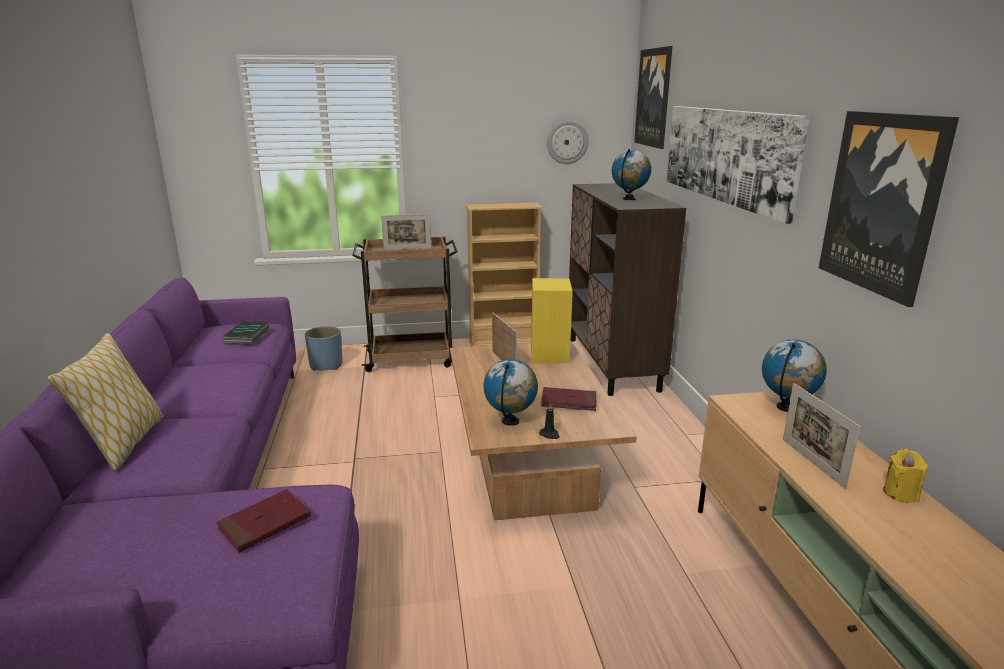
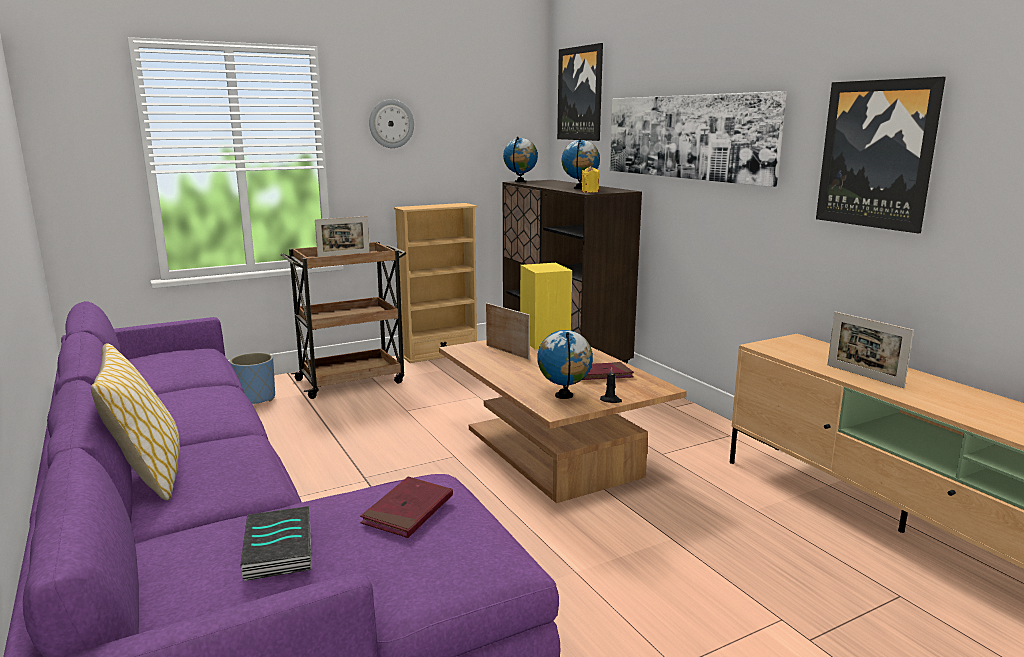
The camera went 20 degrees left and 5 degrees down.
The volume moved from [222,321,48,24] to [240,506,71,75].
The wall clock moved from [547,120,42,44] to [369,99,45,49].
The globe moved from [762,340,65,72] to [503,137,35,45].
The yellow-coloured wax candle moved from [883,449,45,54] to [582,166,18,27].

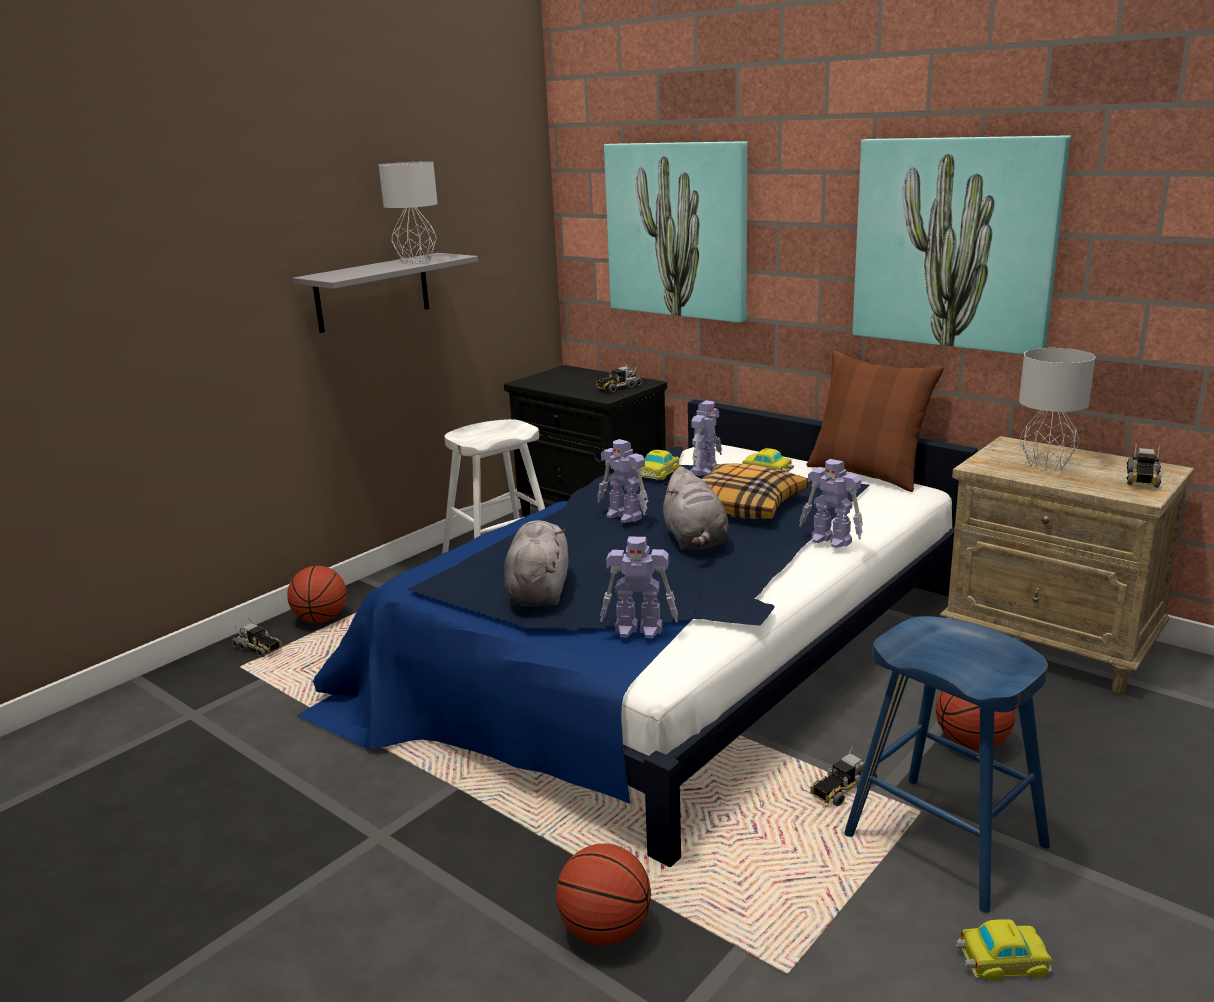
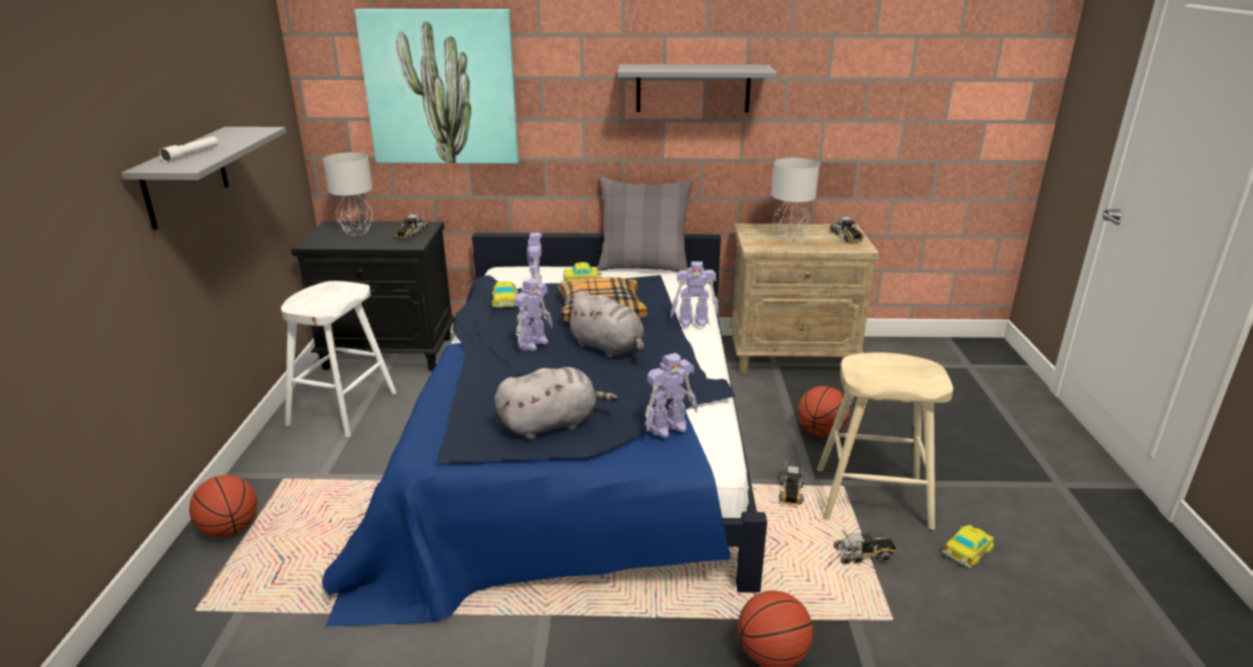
The camera went 40 degrees left and 5 degrees up.
The white torch at [159,136,59,26] appeared.
The grey table lamp moved from [379,161,59,103] to [323,152,50,83].
The grey cuddly toy at [504,520,65,87] turned 105 degrees clockwise.
The robot figure at [597,439,52,84] turned 60 degrees counterclockwise.
The brownish pillow at [807,351,137,141] became the grey pillow at [597,177,96,96].
The wall art at [852,136,219,219] was replaced by the grey bracket shelf at [618,64,159,49].
The blue-coloured sitting stool at [844,616,206,297] became the beige-coloured sitting stool at [817,352,136,178].
The toy truck moved from [231,618,52,39] to [834,529,63,36].

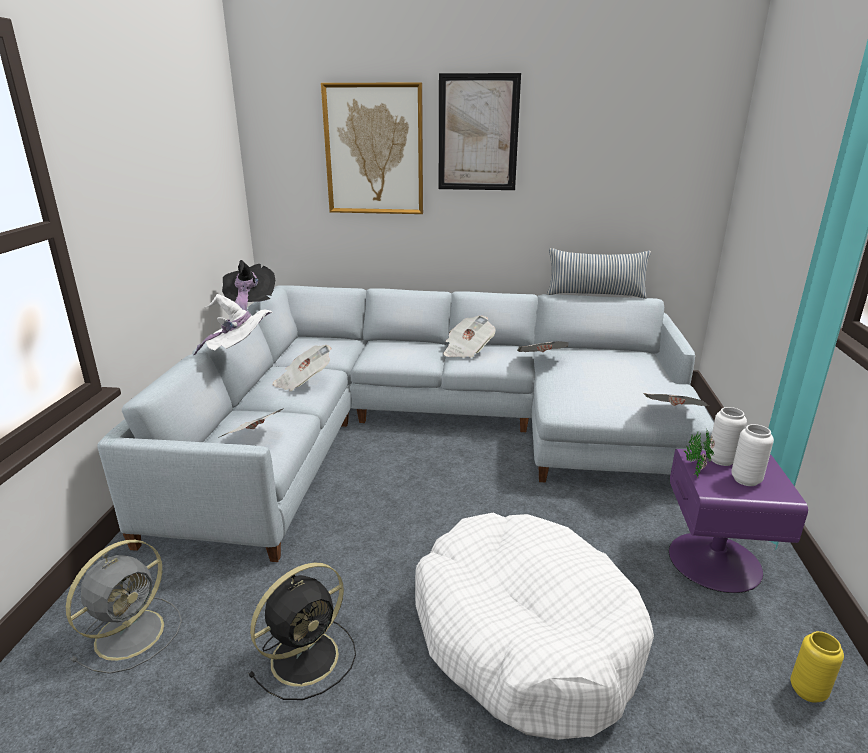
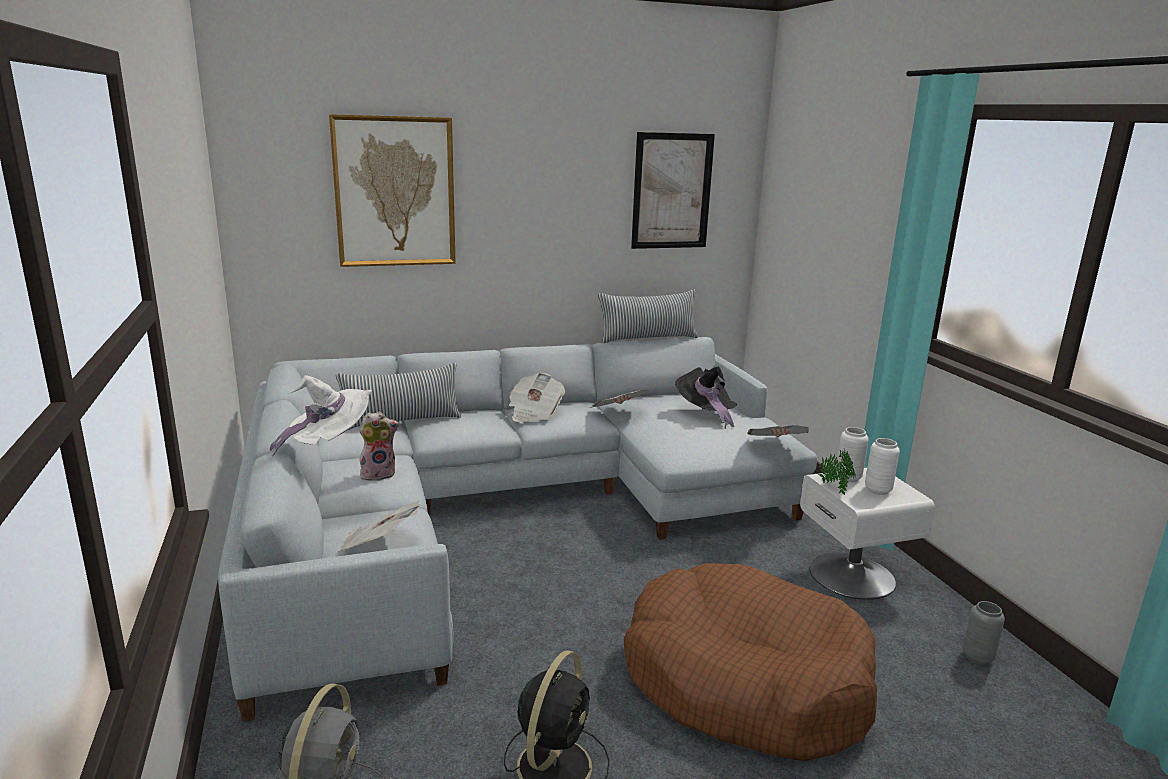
The camera went 25 degrees left and 5 degrees down.
The pillow at [336,363,125,67] appeared.
The daily paper at [273,345,59,46] was replaced by the cuddly toy at [359,412,40,69].
The white dog cushion at [415,513,239,227] became the brownish dog cushion at [624,563,253,198].
The wall art moved from [439,73,82,117] to [631,132,84,117].
The blackish clothing hat moved from [222,260,53,51] to [675,367,62,62].
The purple-coloured night table at [669,449,139,144] became the white night table at [800,468,135,131].
The yellow-coloured vase at [790,631,54,72] became the grey vase at [963,601,42,64].

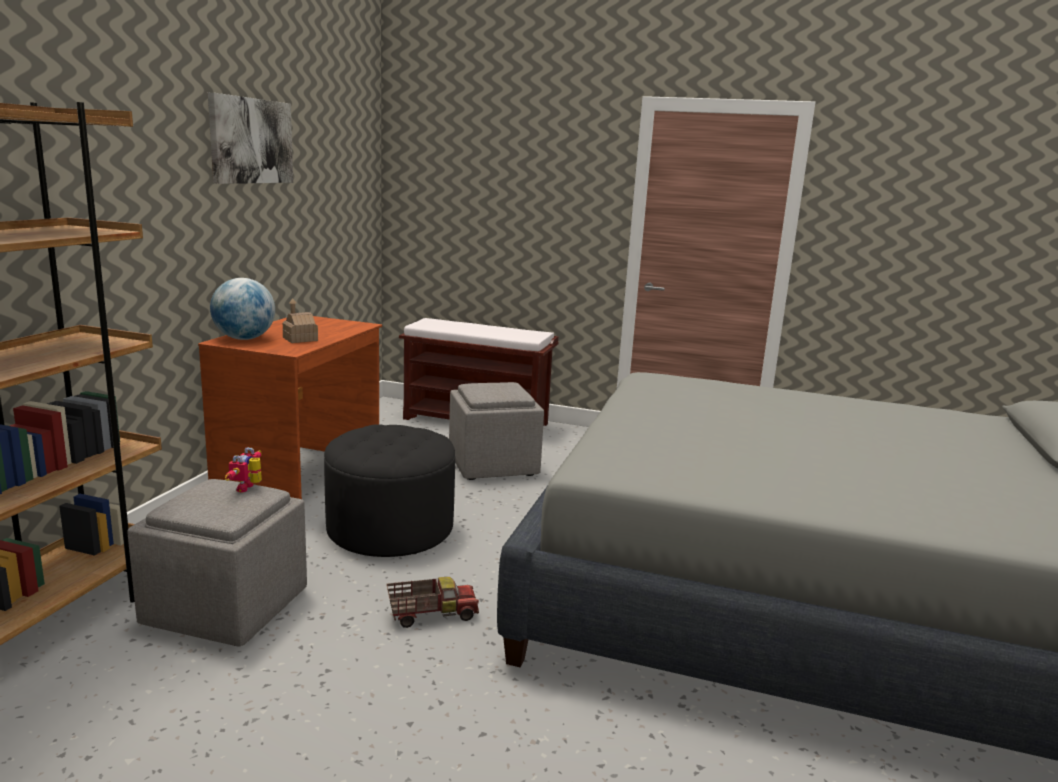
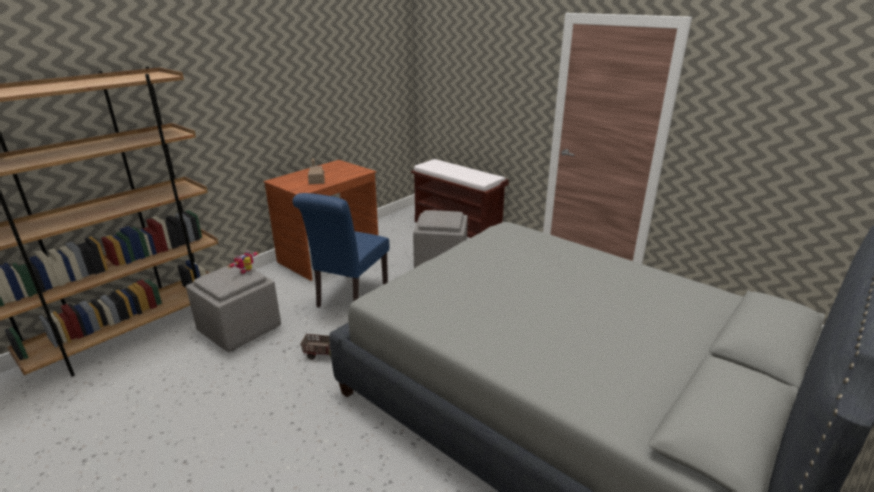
The camera went 25 degrees right and 10 degrees up.
The blackish pouffe at [324,424,131,133] was replaced by the blue-coloured chair at [293,193,96,115].
The wall art at [208,92,85,92] disappeared.
The globe at [210,278,65,62] disappeared.

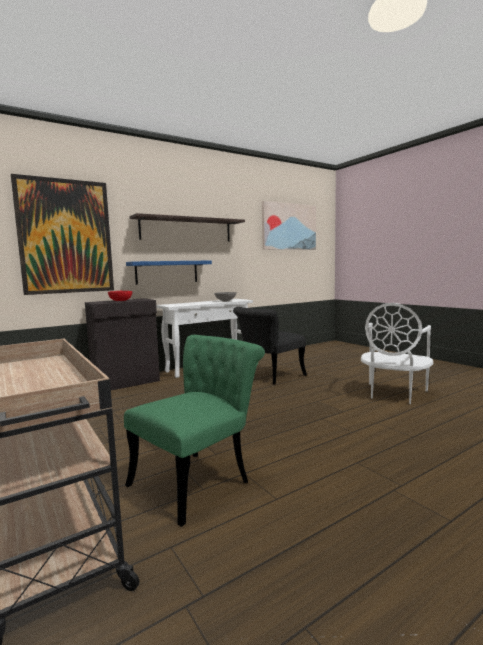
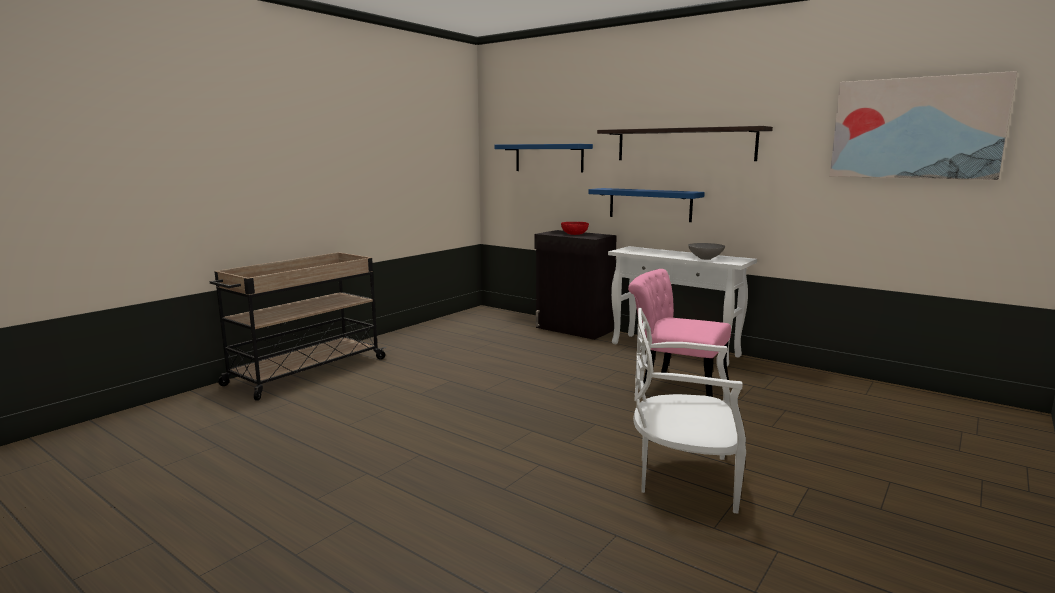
The camera went 70 degrees right and 5 degrees up.
The wall art at [11,174,103,121] was replaced by the blue-coloured bracket shelf at [494,144,99,29].
The blackish chair at [233,307,74,78] became the pink-coloured chair at [628,269,103,128].
The green chair at [124,335,141,192] disappeared.

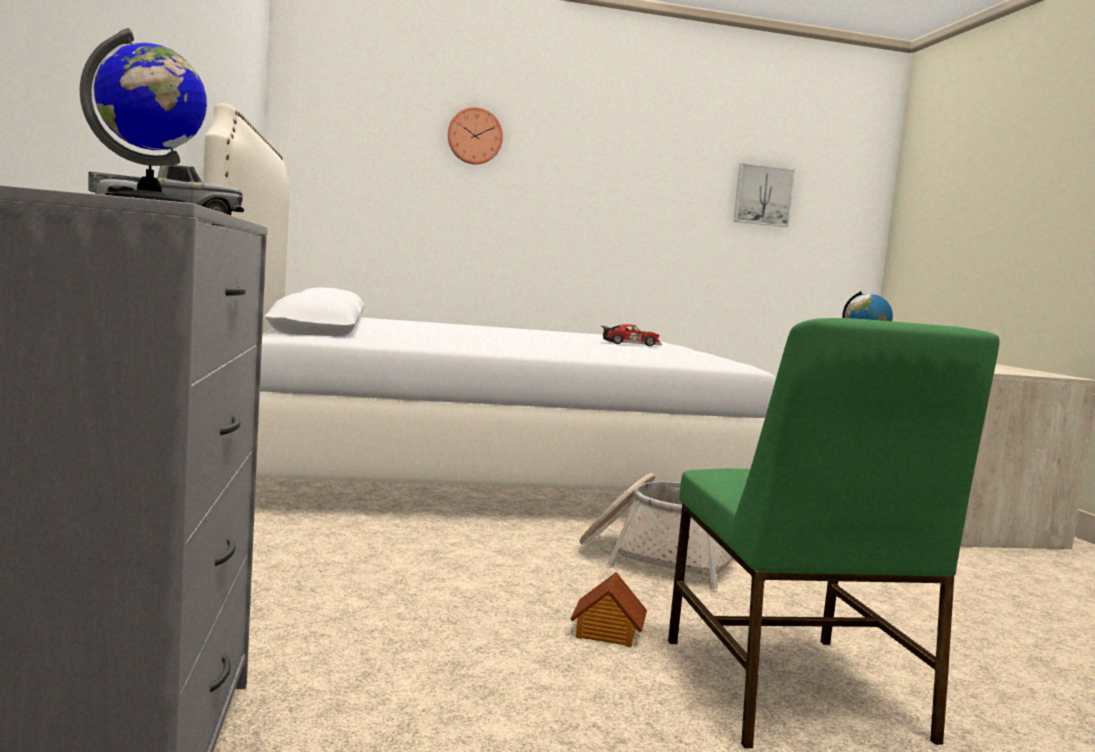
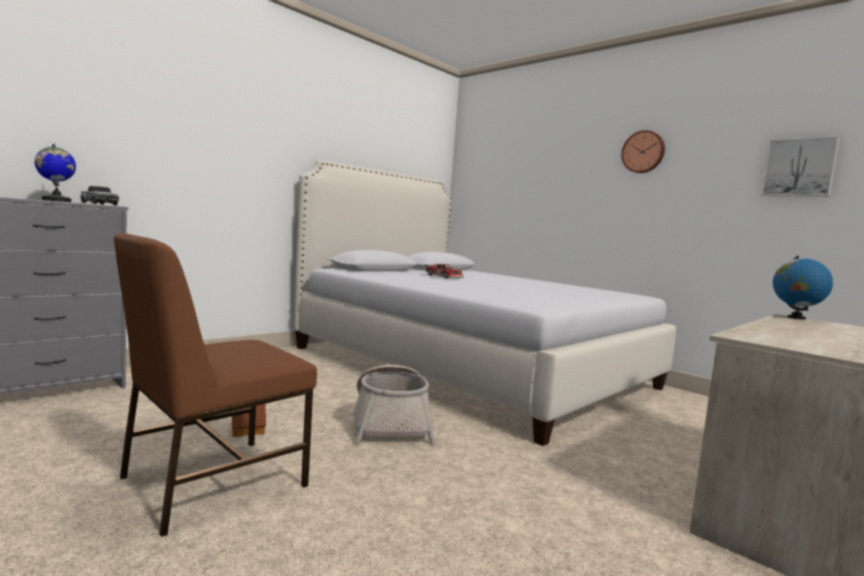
The camera went 55 degrees right and 0 degrees up.
The green chair at [668,318,332,430] became the brownish chair at [114,233,203,304].
The model car moved from [601,324,61,22] to [425,264,39,14].
The wall clock moved from [448,107,55,57] to [621,130,44,43].

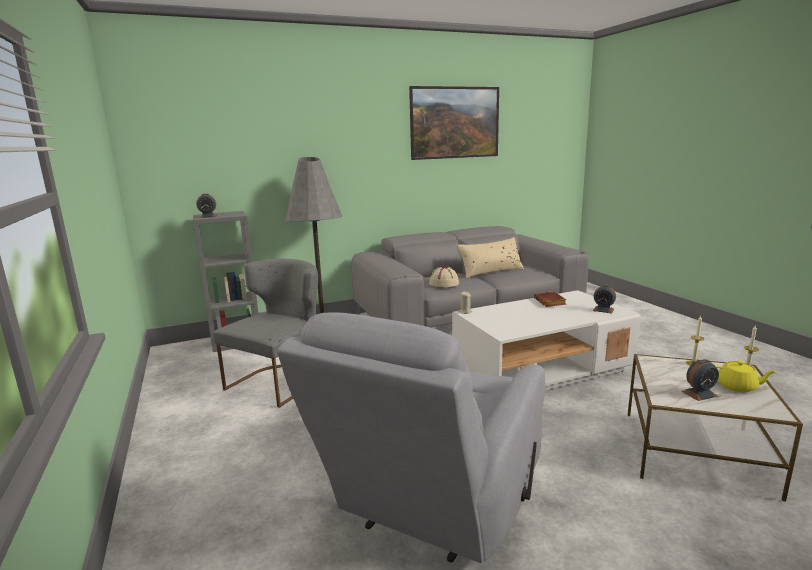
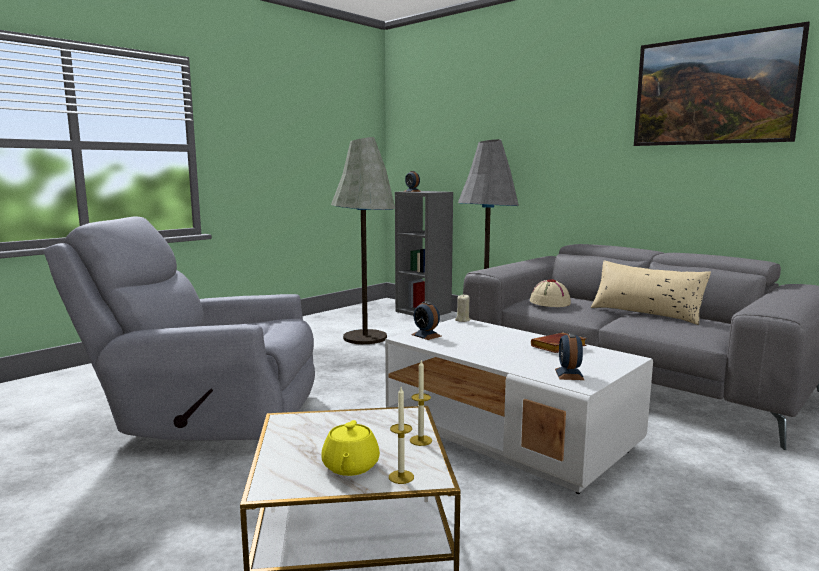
The camera went 65 degrees right and 5 degrees down.
The grey chair at [213,258,105,150] was replaced by the grey standard lamp at [331,137,64,207].
The bedside clock moved from [681,359,38,42] to [411,301,30,39].

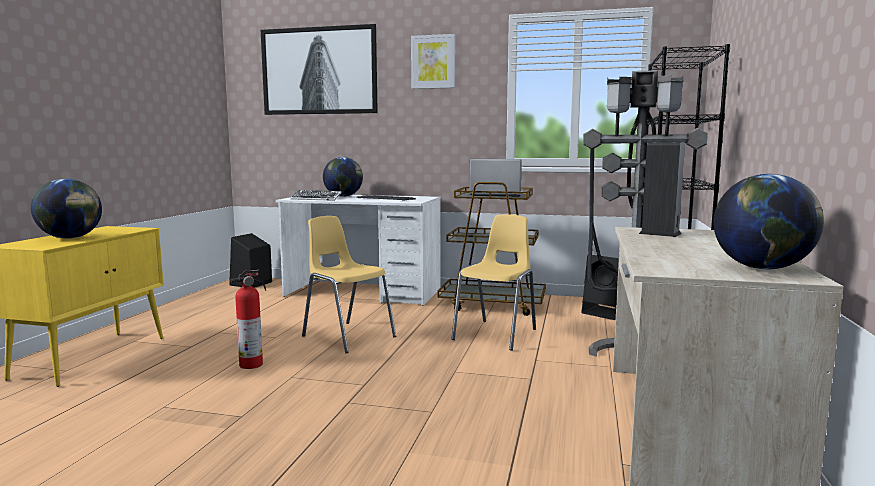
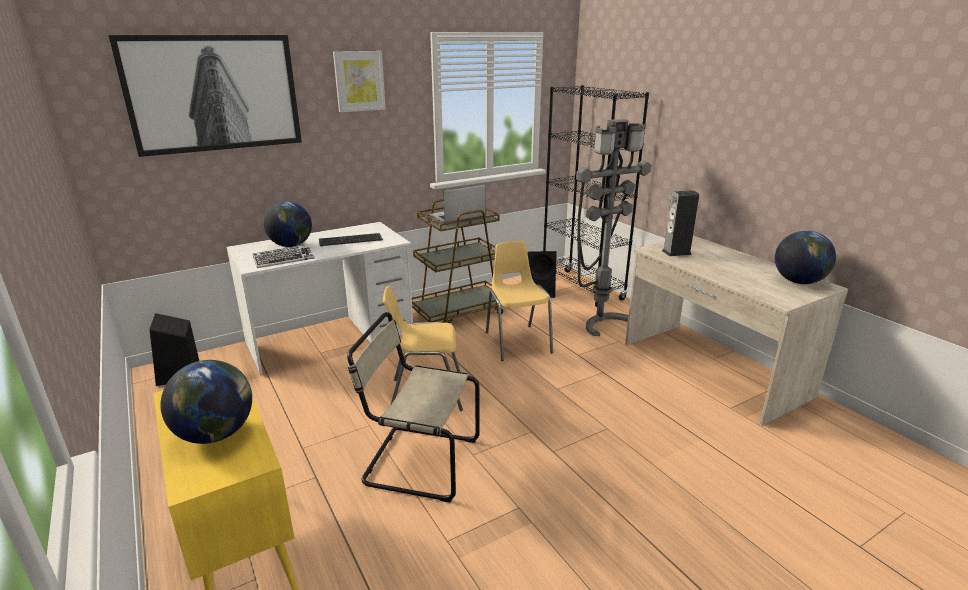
The camera went 45 degrees left and 15 degrees up.
The extinguisher at [231,269,35,100] was replaced by the beige-coloured chair at [347,312,133,191].

